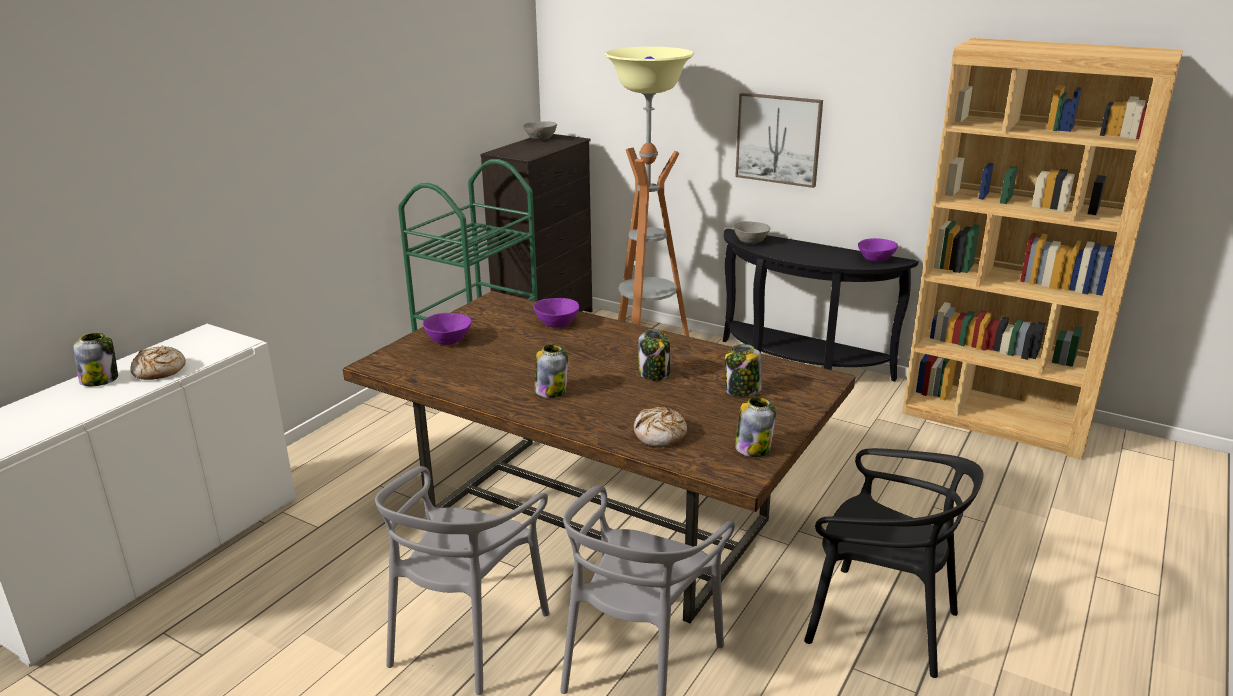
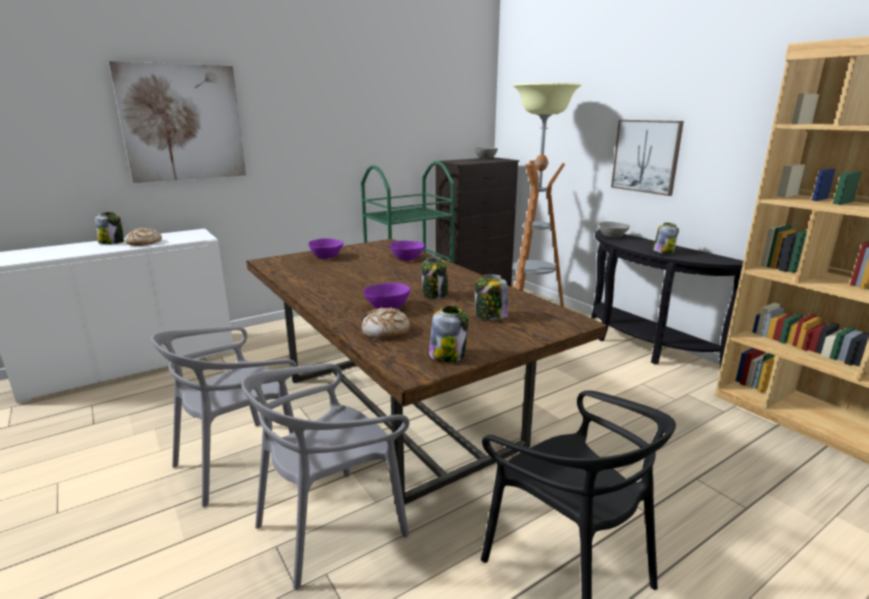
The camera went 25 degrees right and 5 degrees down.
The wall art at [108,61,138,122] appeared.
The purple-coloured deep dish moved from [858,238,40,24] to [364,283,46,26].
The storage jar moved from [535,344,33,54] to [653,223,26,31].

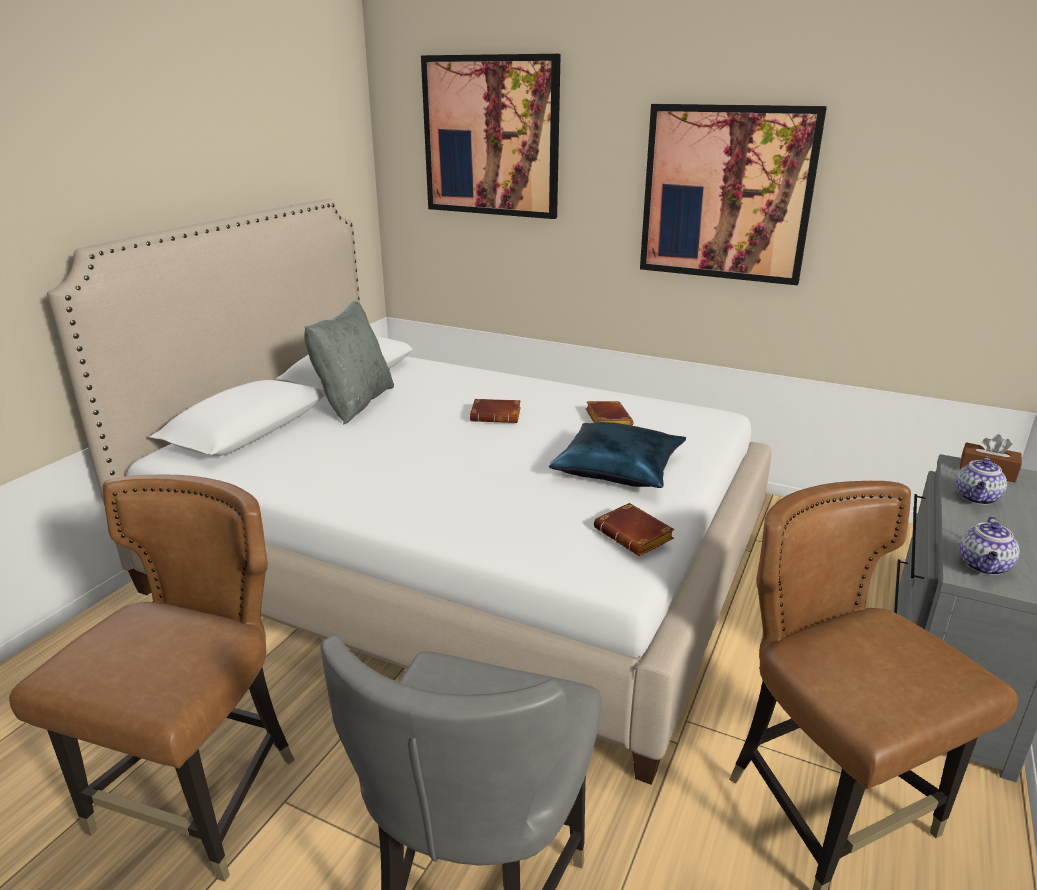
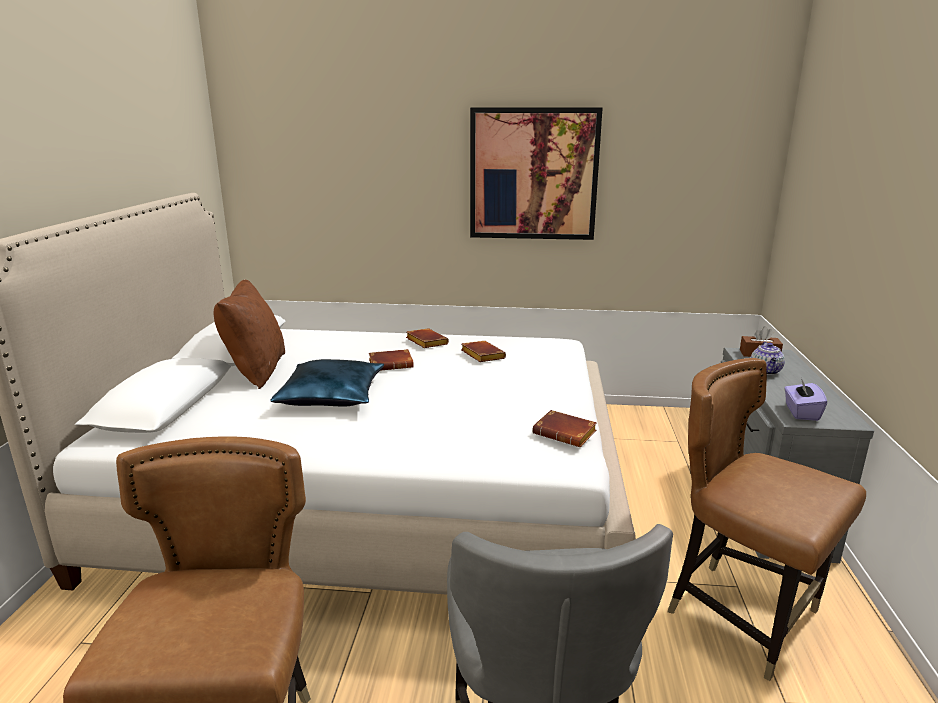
The camera went 20 degrees left and 5 degrees down.
The grey pillow at [304,301,90,123] became the brownish pillow at [214,280,71,109].
The blue-coloured pillow moved from [549,422,137,66] to [270,359,114,48].
The brownish volume at [406,328,43,20] appeared.
The teapot at [959,516,61,59] was replaced by the purple-coloured tissue holder at [784,378,43,43].
The wall art at [421,54,140,165] disappeared.

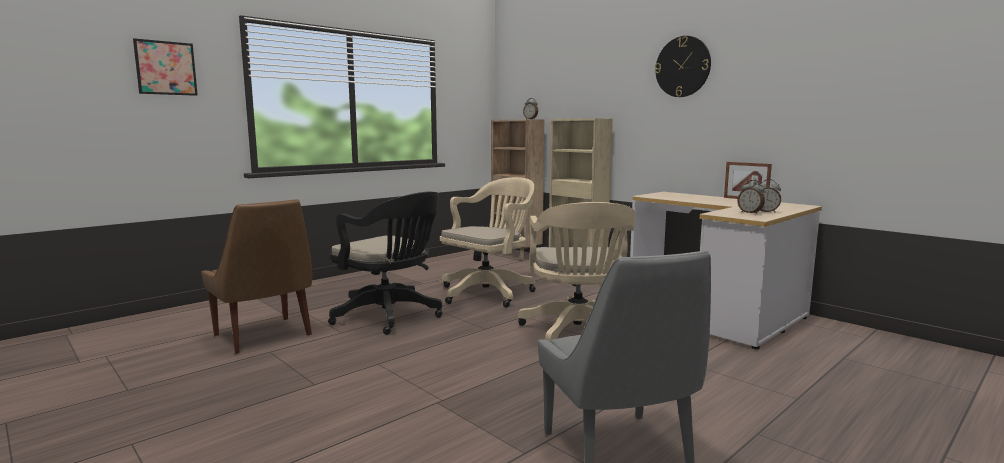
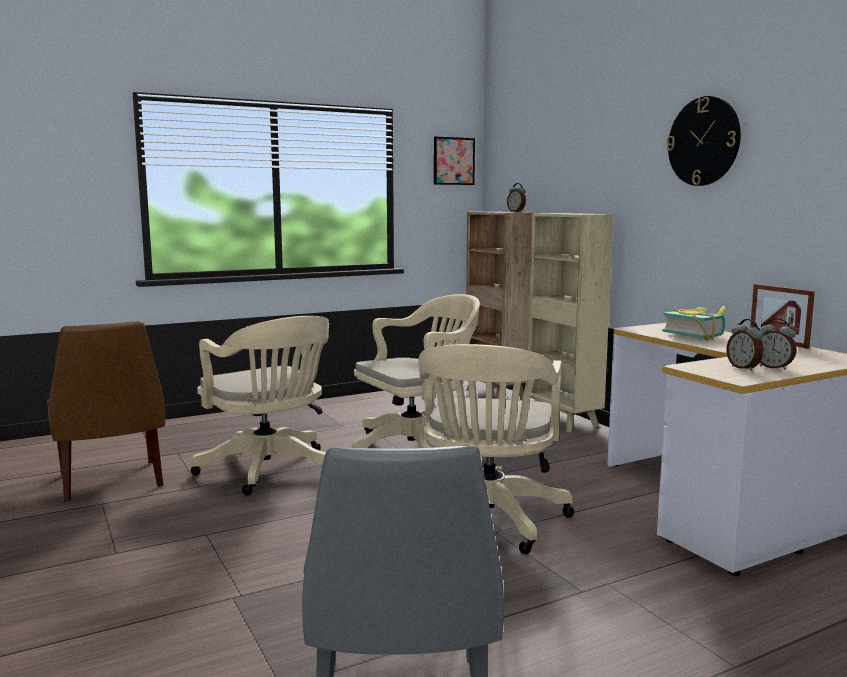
The camera went 15 degrees right and 0 degrees up.
The blackish computer chair at [328,192,114,143] became the beige-coloured computer chair at [191,316,138,179].
The wall art moved from [133,38,65,58] to [434,136,41,49].
The volume at [662,306,63,34] appeared.

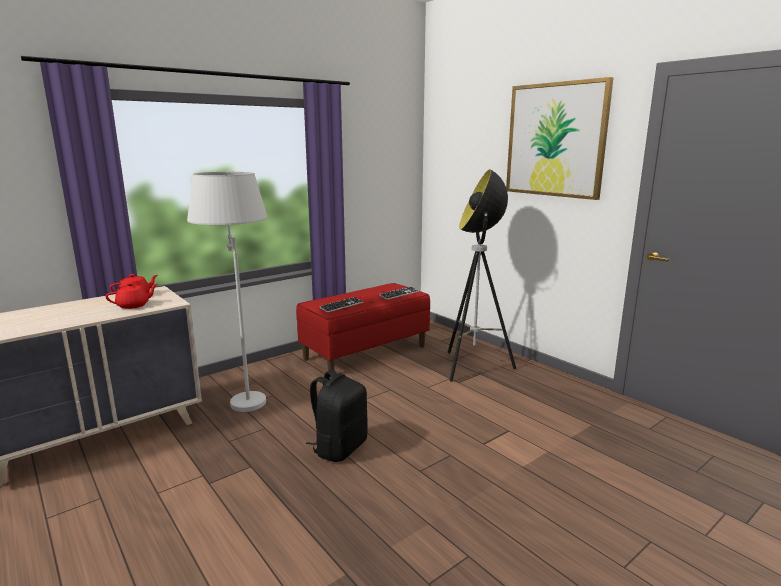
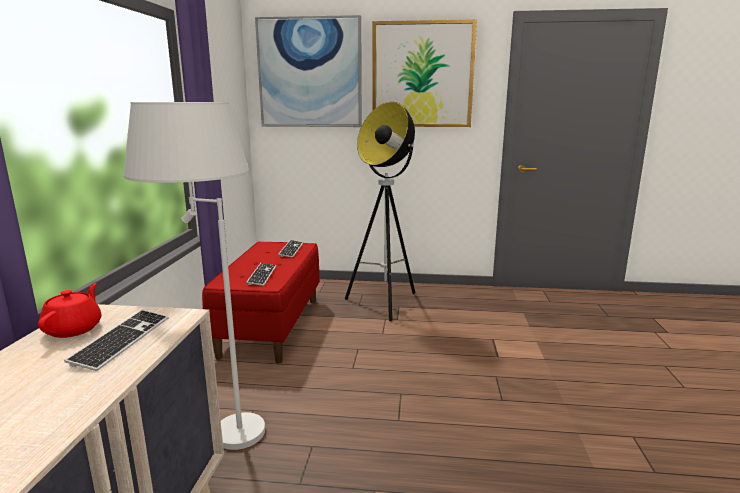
The camera went 45 degrees left and 0 degrees up.
The red-coloured teapot at [105,283,53,26] was replaced by the PC keyboard at [64,310,104,61].
The wall art at [255,15,107,112] appeared.
The blackish backpack at [306,370,62,92] disappeared.

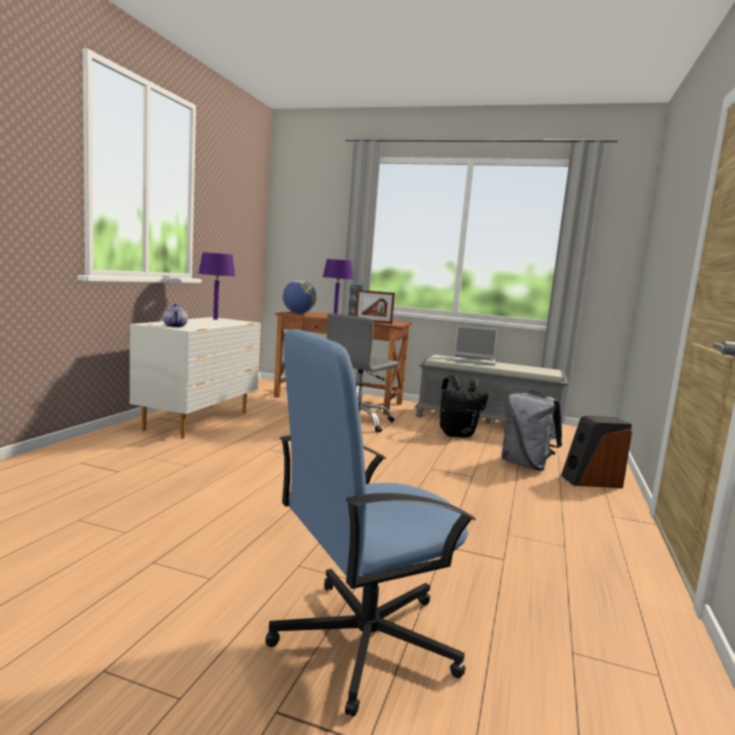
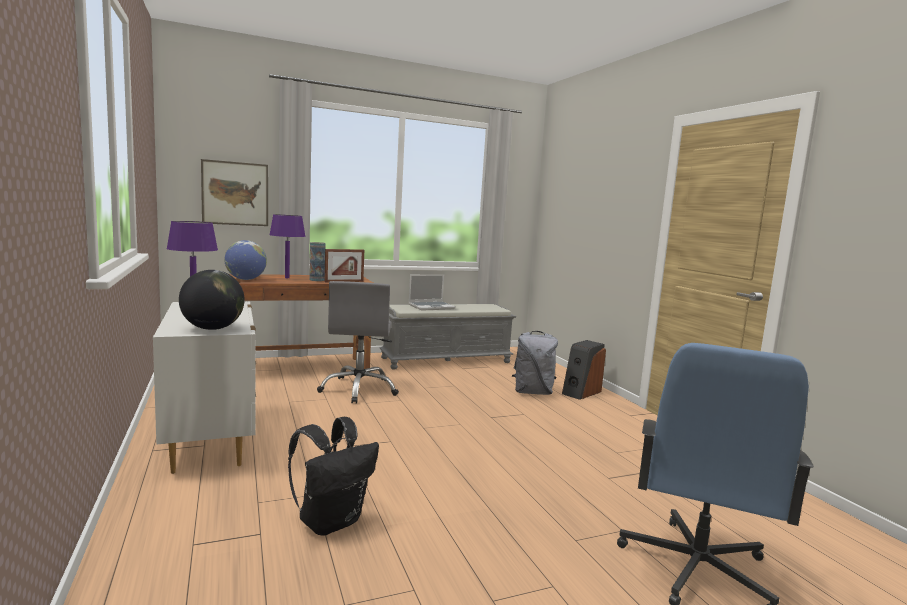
The camera went 40 degrees left and 0 degrees up.
The teapot at [163,304,25,23] was replaced by the globe at [179,270,66,60].
The wall art at [201,159,67,67] appeared.
The blackish backpack moved from [440,375,48,62] to [288,417,91,119].

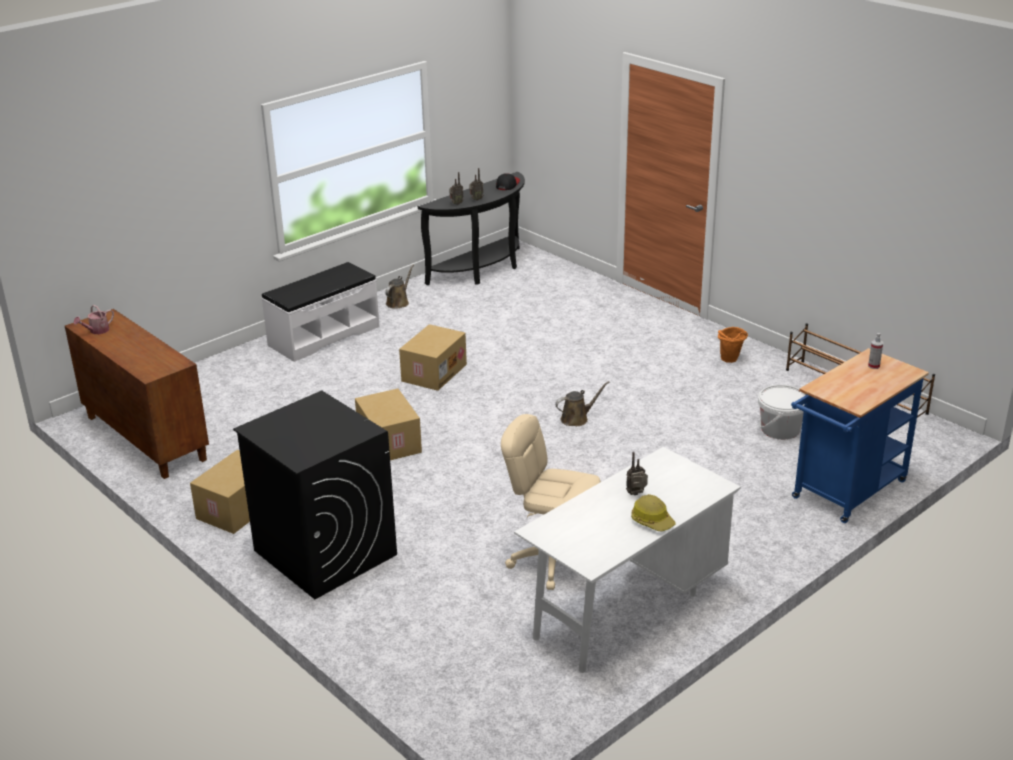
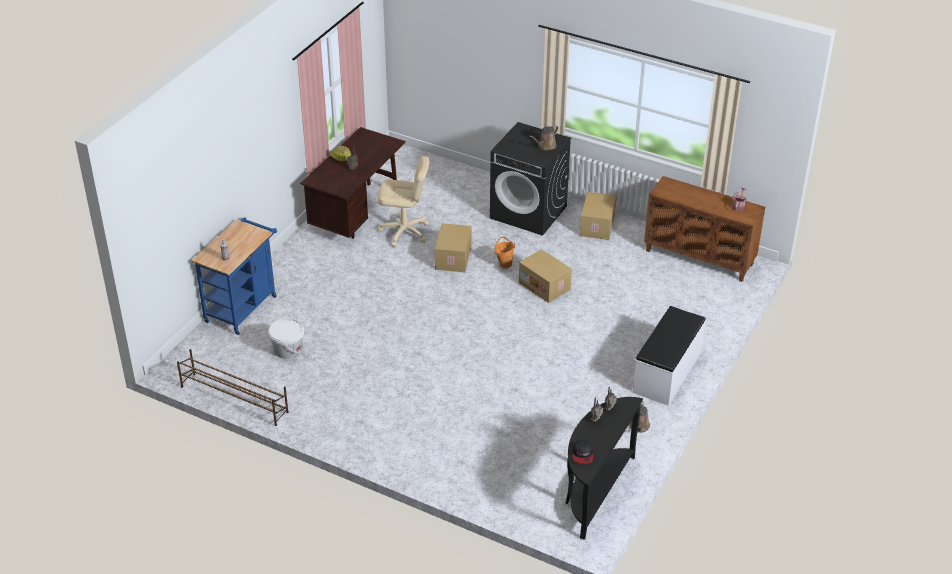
The camera went 160 degrees right and 10 degrees up.
The white desk unit at [514,447,227,226] became the brownish desk unit at [300,127,105,112].
The cardboard box moved from [399,324,68,67] to [435,223,36,49].
The orange water bucket moved from [718,327,30,36] to [495,237,20,32].
The brownish sprinkling can moved from [555,381,54,45] to [529,125,29,26].

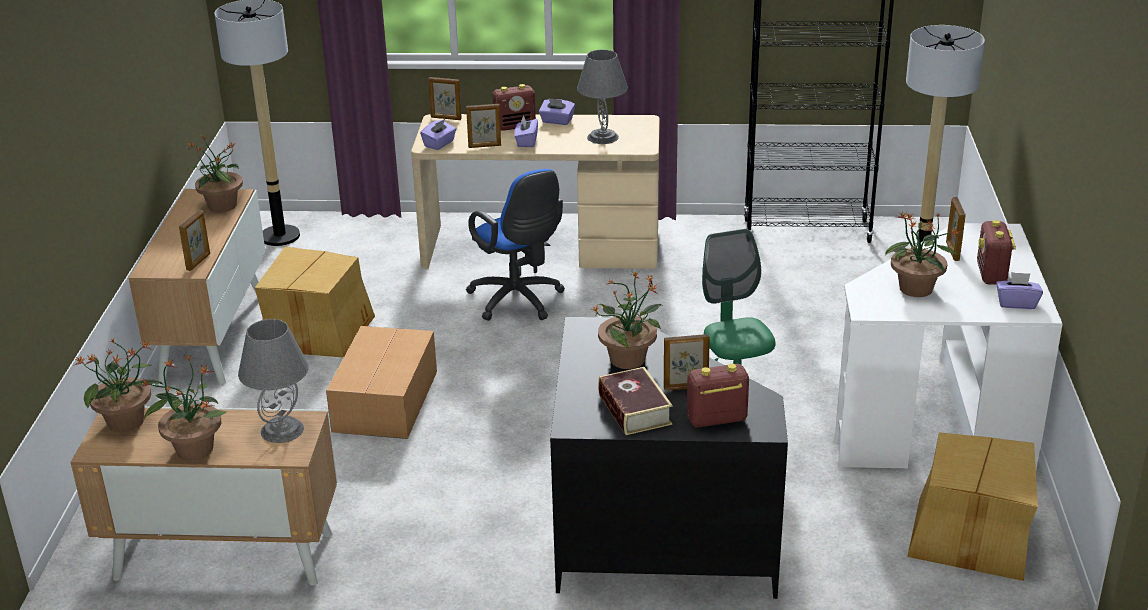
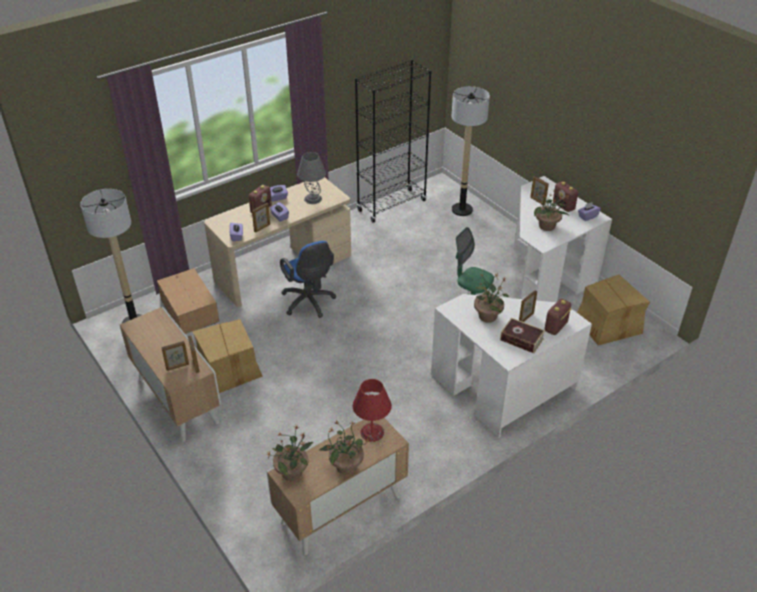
The camera went 40 degrees left and 10 degrees up.
The cardboard box moved from [326,326,111,113] to [157,268,63,66].
The standing frame moved from [428,77,34,43] to [161,341,28,30].
The blue-coloured computer chair at [466,169,99,152] turned 45 degrees clockwise.
The grey table lamp at [238,319,71,124] became the red-coloured table lamp at [353,379,39,63].
The blackish desk unit at [550,317,238,282] became the white desk unit at [431,294,161,144].
The potted plant at [186,135,57,77] disappeared.

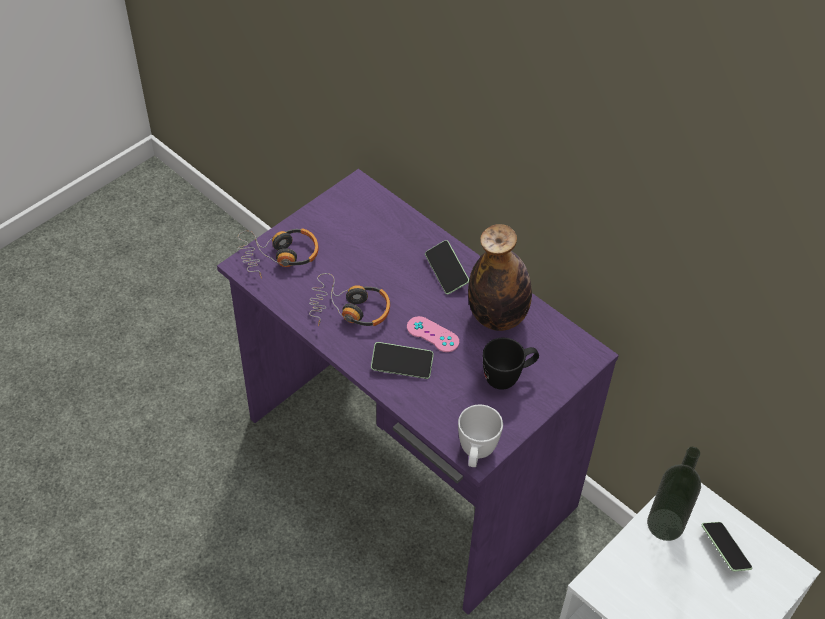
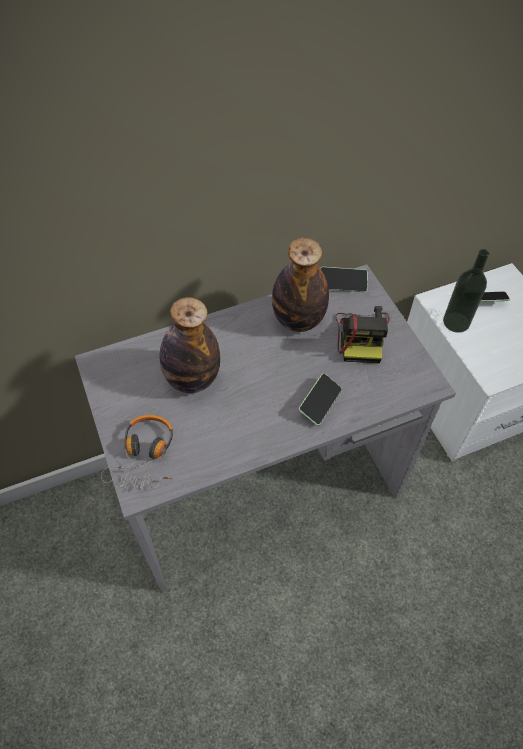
The camera went 65 degrees left and 5 degrees up.
The purple-coloured desk unit at [217,169,402,446] became the grey desk unit at [75,265,381,327].
The bottle at [160,297,60,96] appeared.
The phone moved from [425,240,44,54] to [320,267,48,25].
The blackish coffee mug at [483,338,56,52] was replaced by the photo camera at [336,306,54,57].
The headphones at [309,273,81,54] disappeared.
The pink-coloured joypad at [407,316,52,36] disappeared.
The white coffee mug at [458,405,45,62] disappeared.

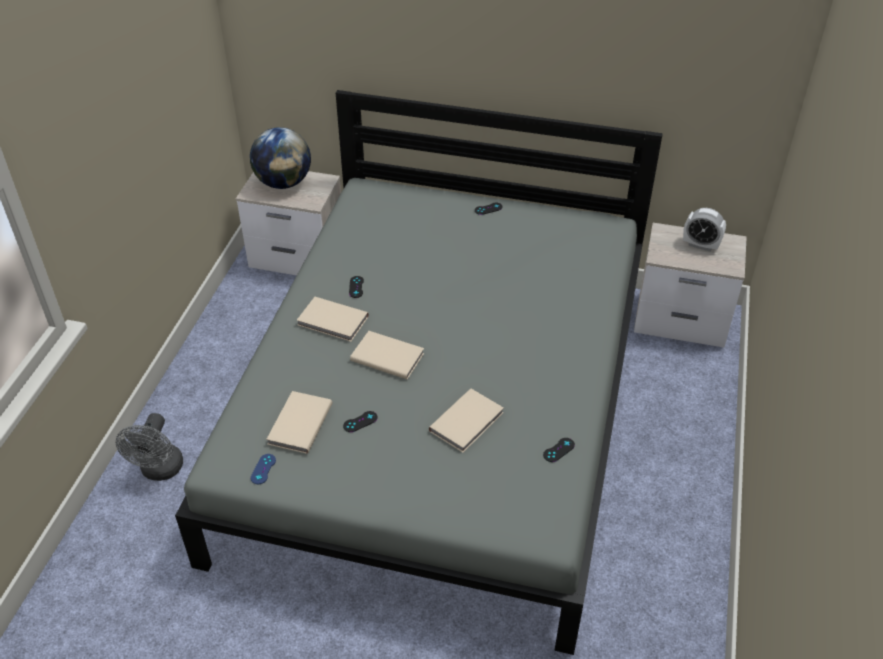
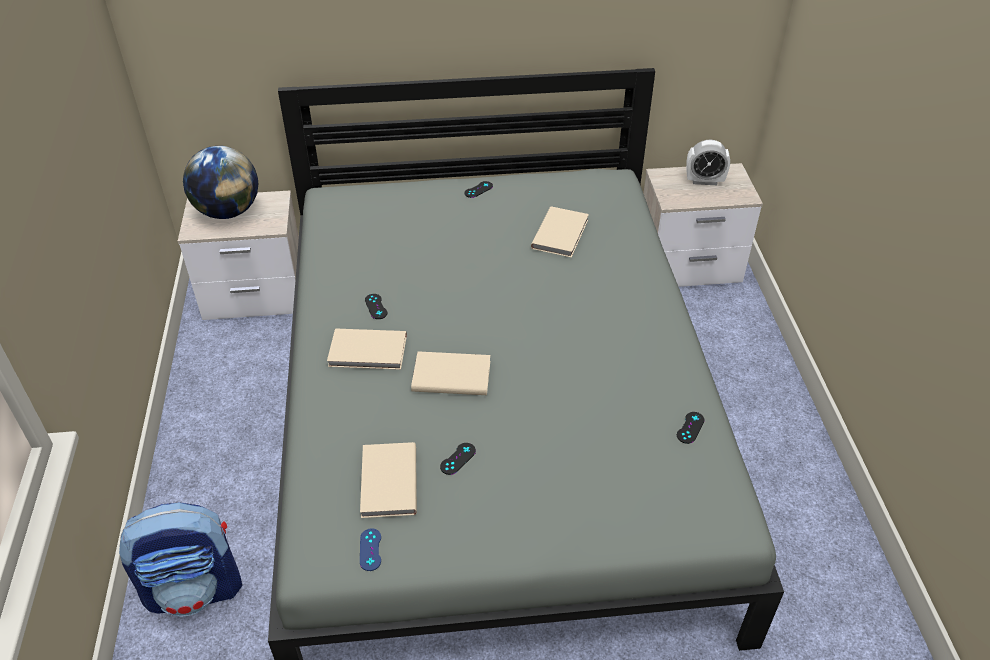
The camera went 20 degrees left and 0 degrees up.
The grey fan at [116,413,67,68] was replaced by the backpack at [119,503,123,114].
The beige-coloured volume moved from [429,389,75,64] to [531,206,58,52].

